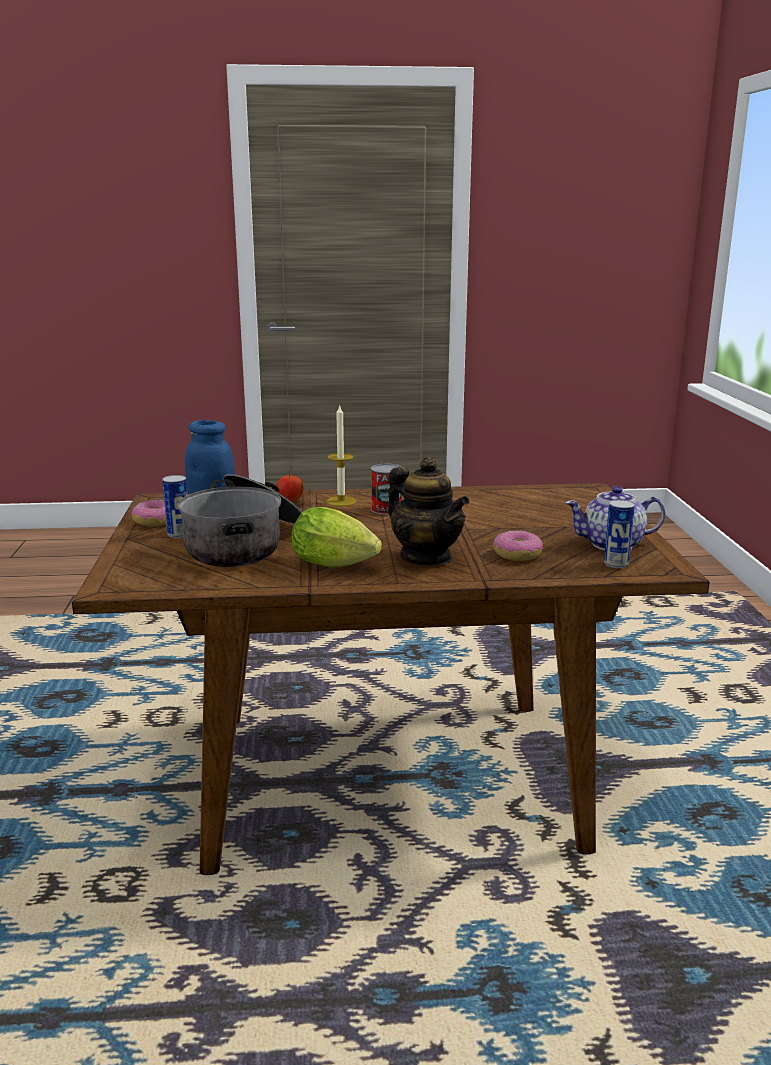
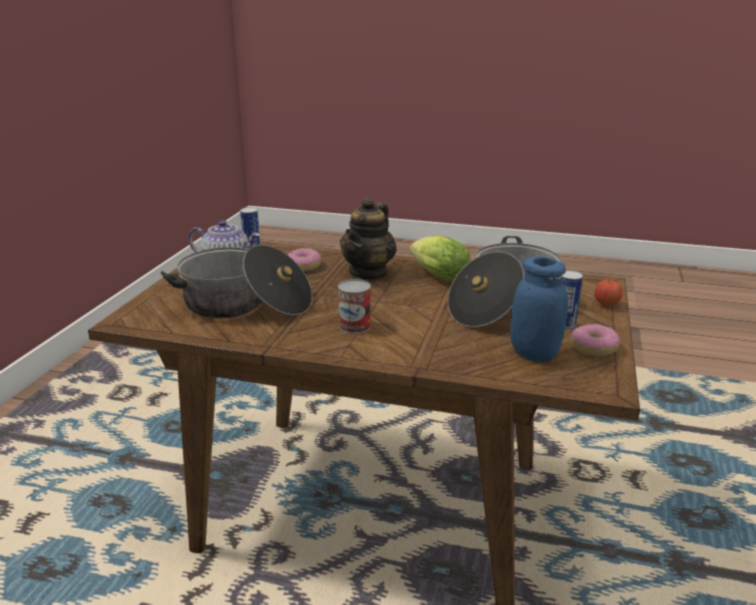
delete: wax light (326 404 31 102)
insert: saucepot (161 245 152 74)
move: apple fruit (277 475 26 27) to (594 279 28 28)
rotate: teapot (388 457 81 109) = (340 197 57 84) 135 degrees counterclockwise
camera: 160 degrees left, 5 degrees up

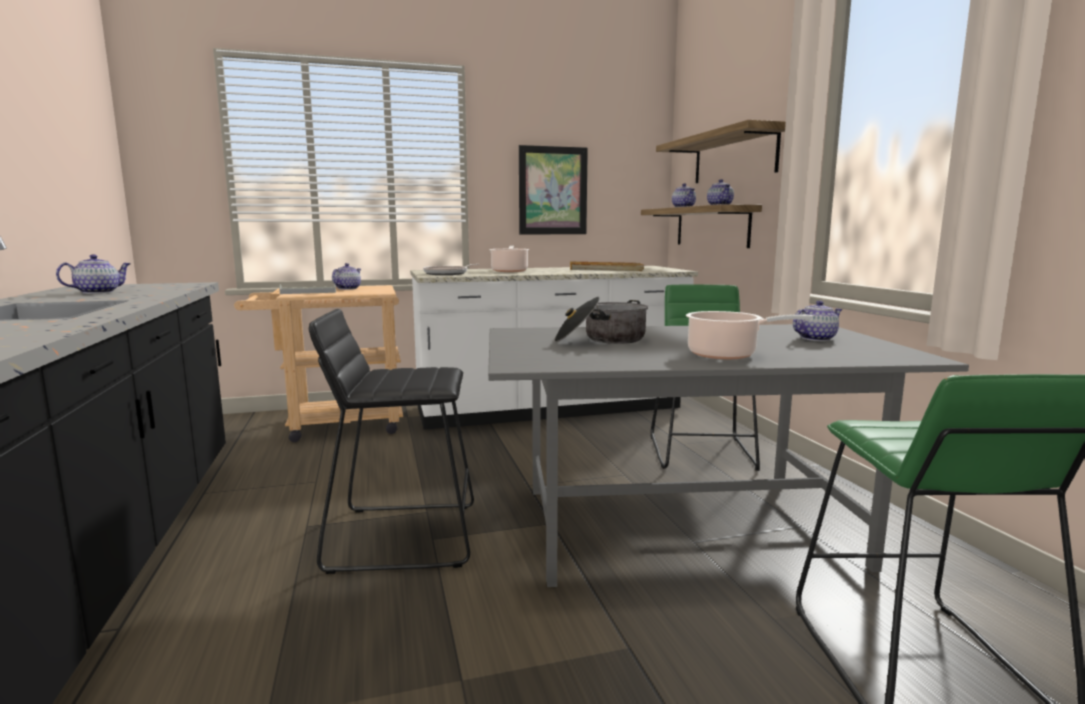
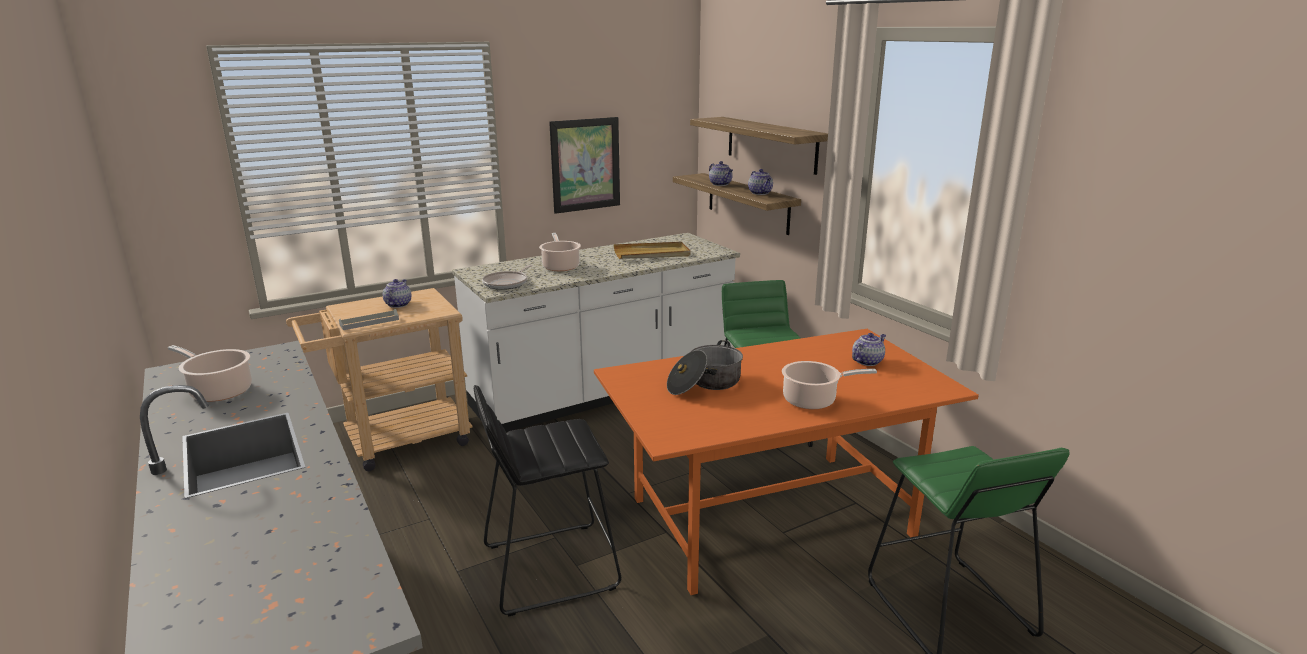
replace: teapot (56 254 75 40) to saucepot (168 345 84 57)
recolor: dining table (gray) (488 324 481 263) to dining table (orangey) (594 329 385 266)
camera: 15 degrees left, 10 degrees up

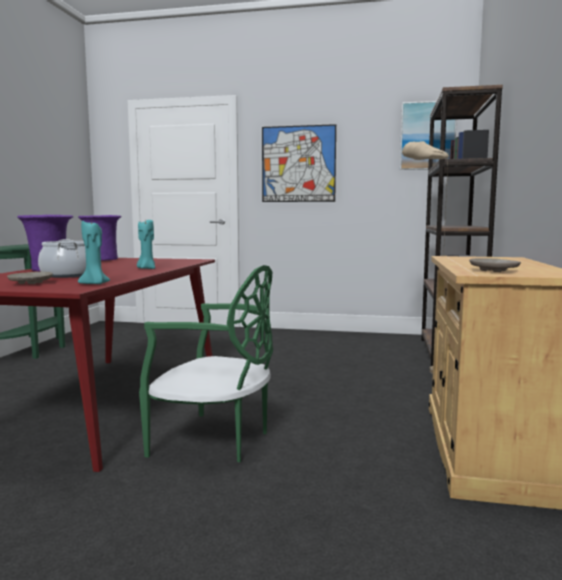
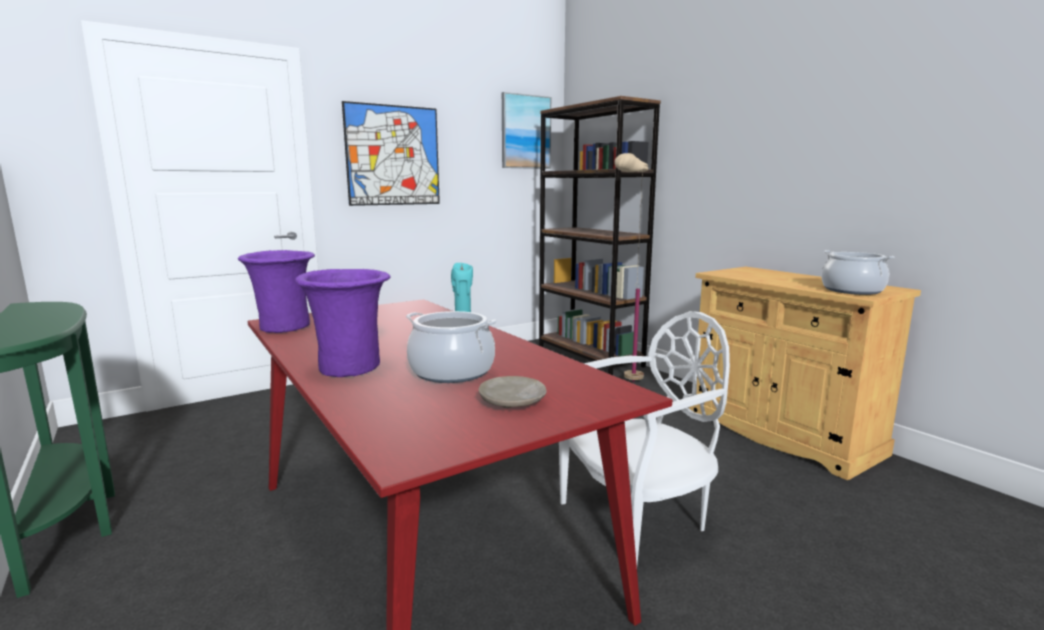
delete: wax light (turquoise-coloured) (78 218 32 66)
replace: flat dish (beige-coloured) (469 258 52 14) to saucepot (821 250 73 45)
recolor: chair (green) (139 265 134 197) to chair (white) (559 311 171 253)
camera: 45 degrees left, 5 degrees up

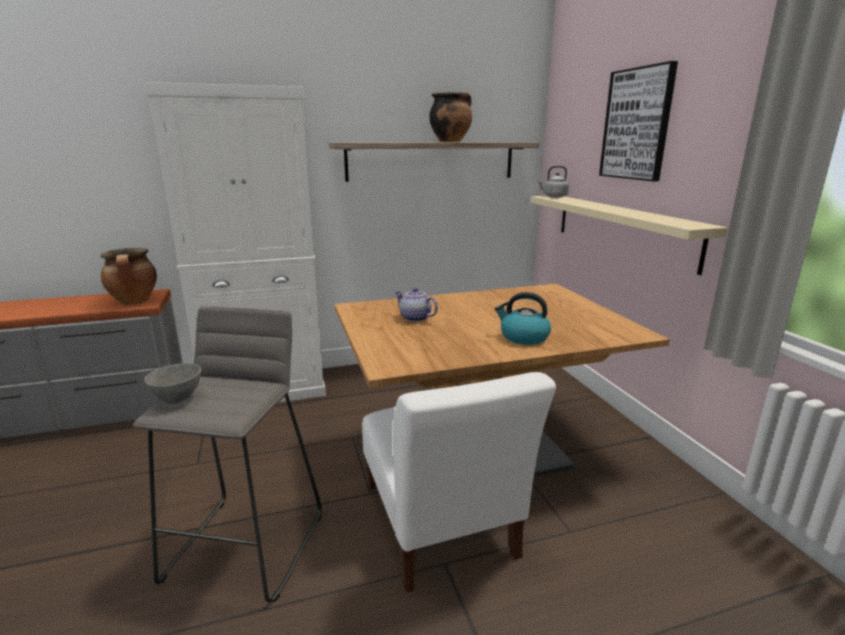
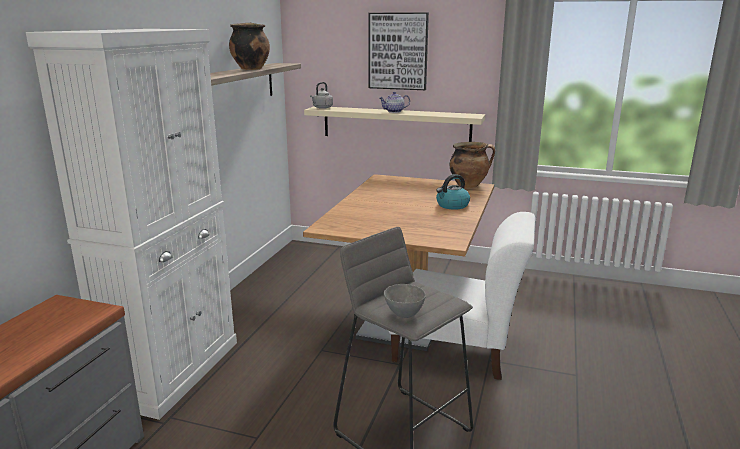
move: saucepot (101 248 56 57) to (450 142 45 46); teapot (395 288 43 34) to (379 92 31 21)
camera: 55 degrees left, 0 degrees up

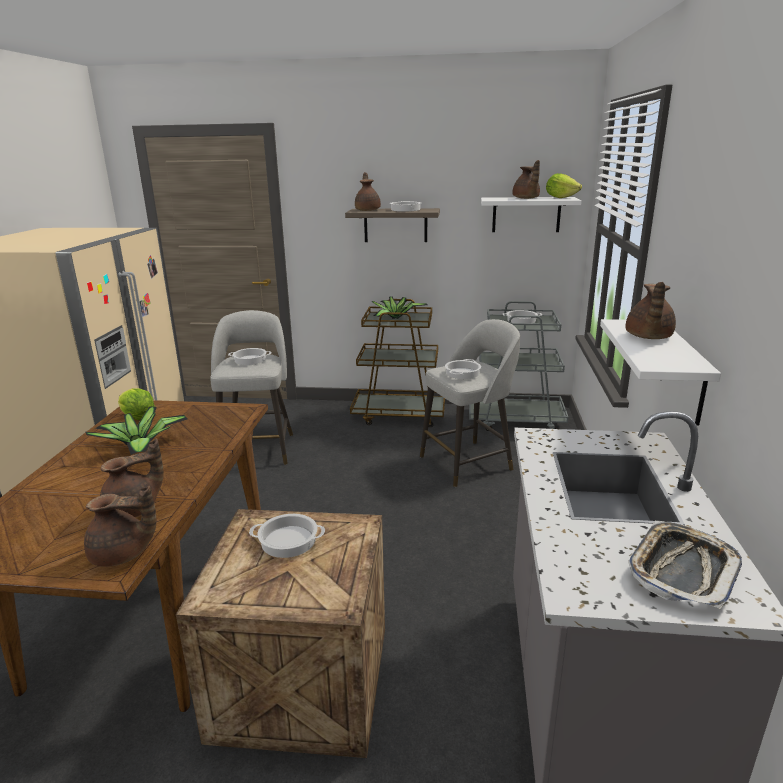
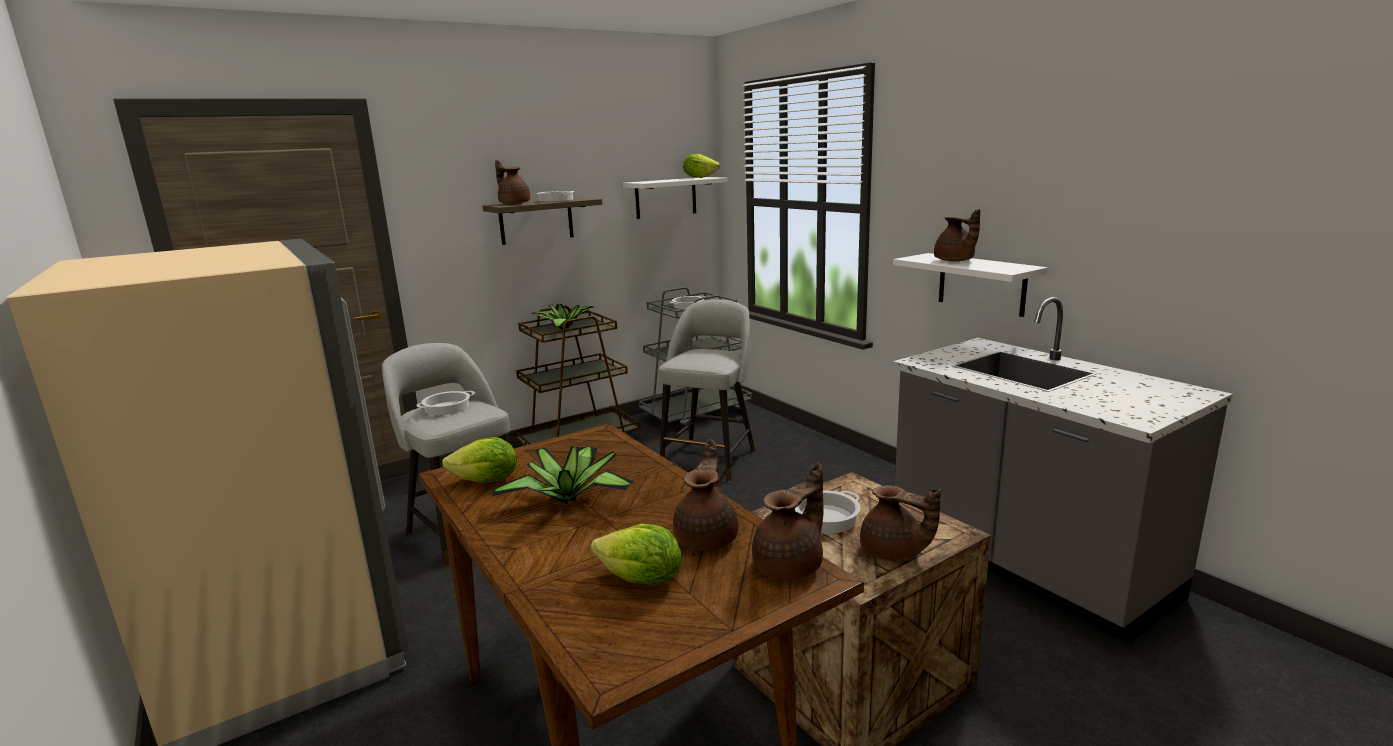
delete: saucepot (445 359 36 20); serving tray (629 521 113 88)
insert: lettuce (591 524 91 61)
move: teapot (brownish) (513 160 27 39) to (860 485 81 76)
camera: 40 degrees left, 5 degrees down

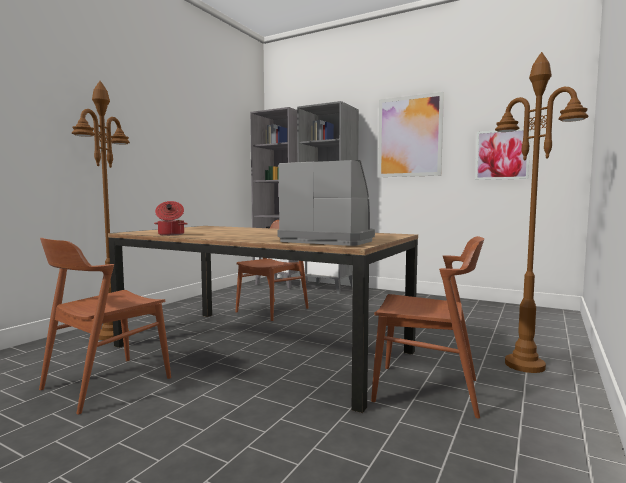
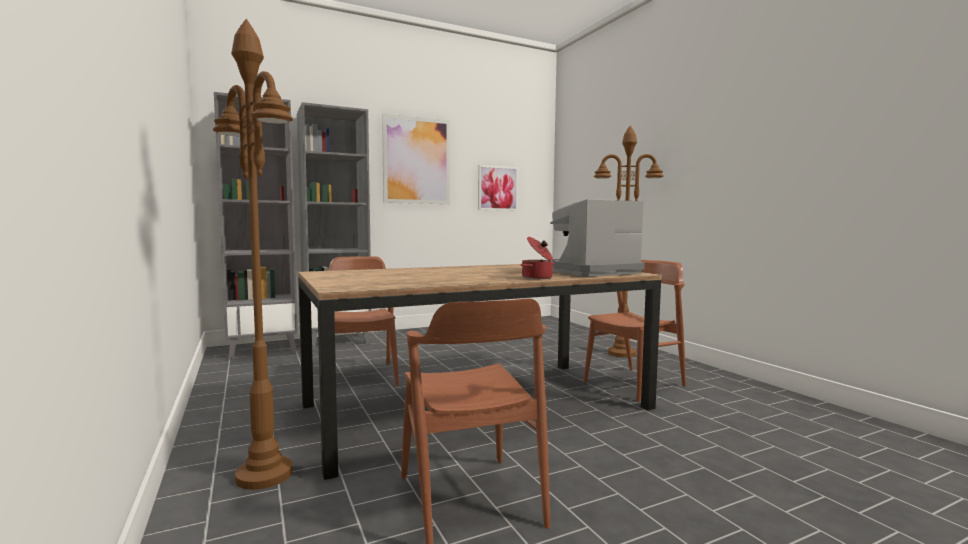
move: saucepot (154 201 34 35) to (521 237 33 42)
camera: 55 degrees left, 0 degrees up

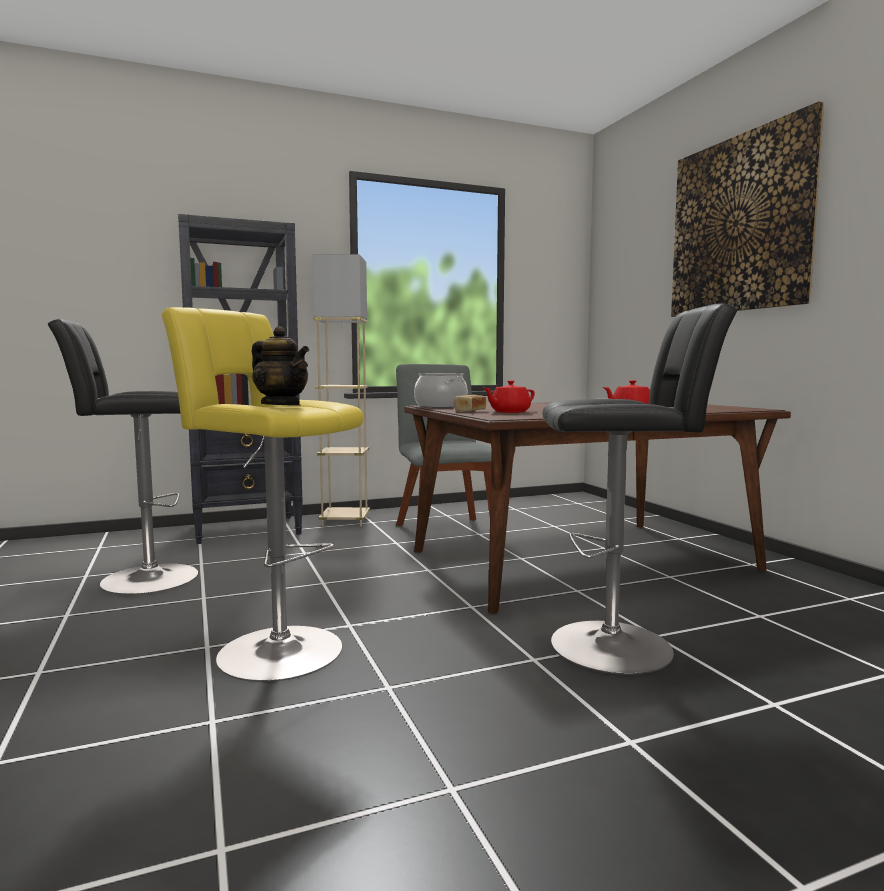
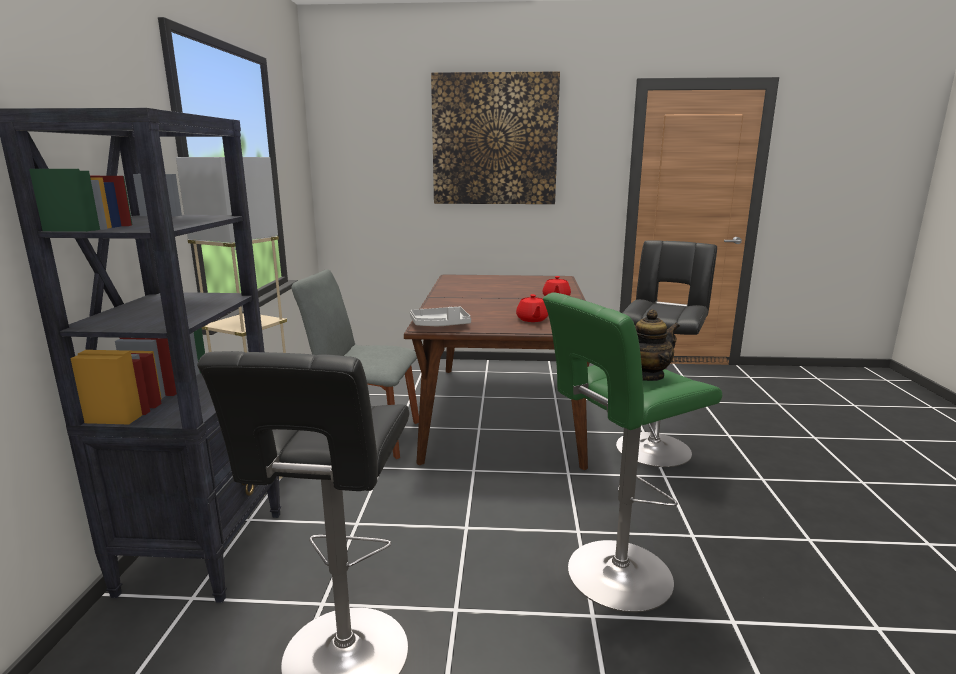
delete: baked bread (454 395 32 17)
replace: saucepot (414 373 54 35) to serving tray (gray) (410 306 61 20)
recolor: stool (yellow-coloured) (161 307 203 375) to stool (green) (543 292 179 320)
camera: 65 degrees left, 10 degrees up

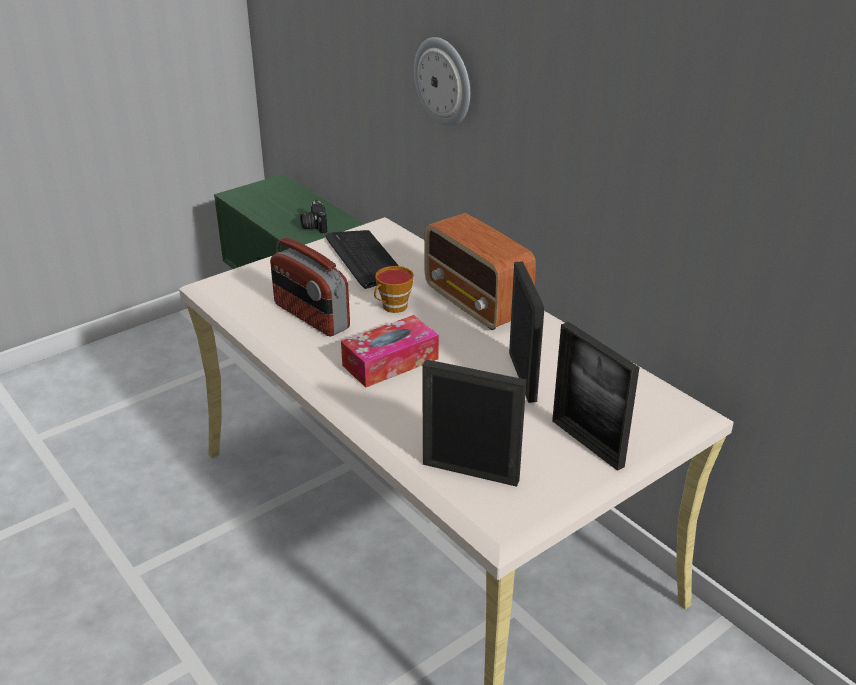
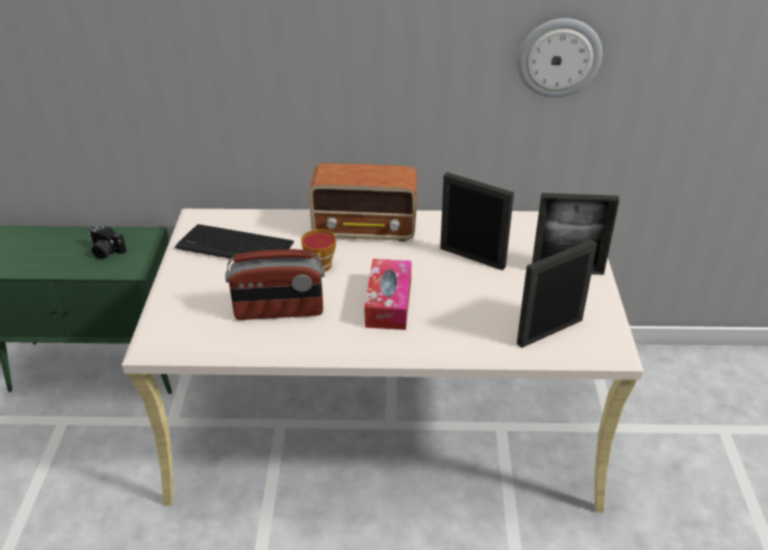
move: clock on the wall (414 37 56 89) to (517 18 85 80)
camera: 50 degrees left, 5 degrees up

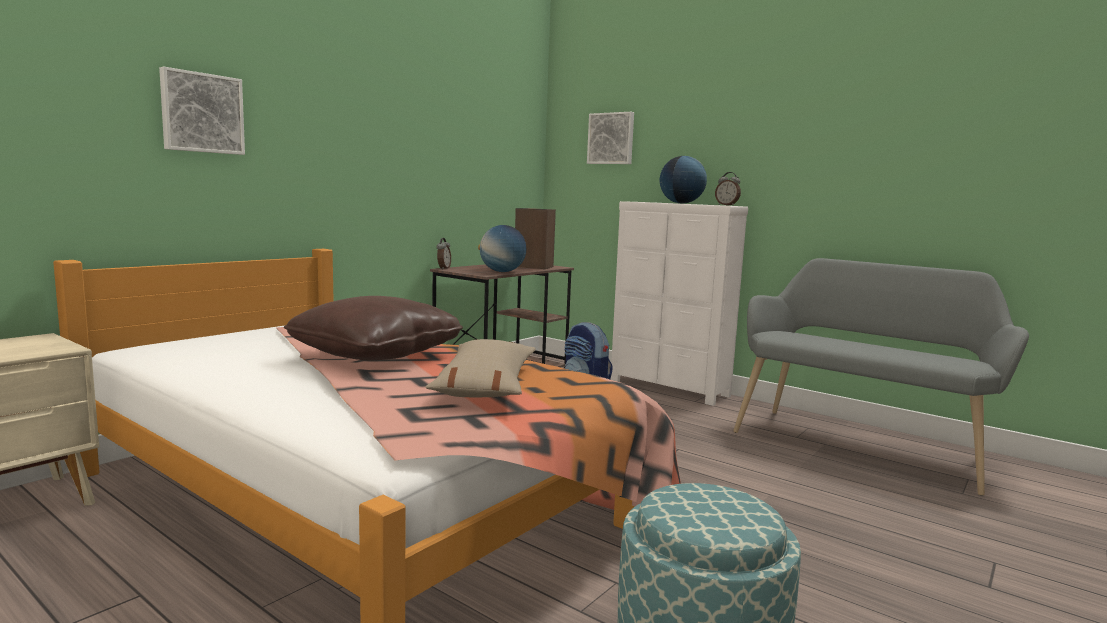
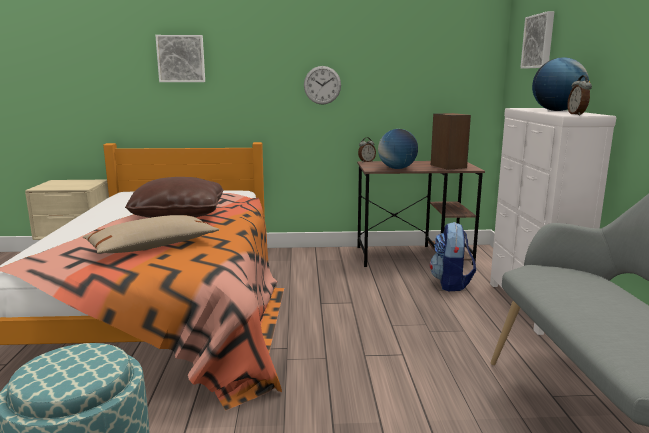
insert: clock on the wall (304 66 37 39)
camera: 50 degrees right, 5 degrees up

